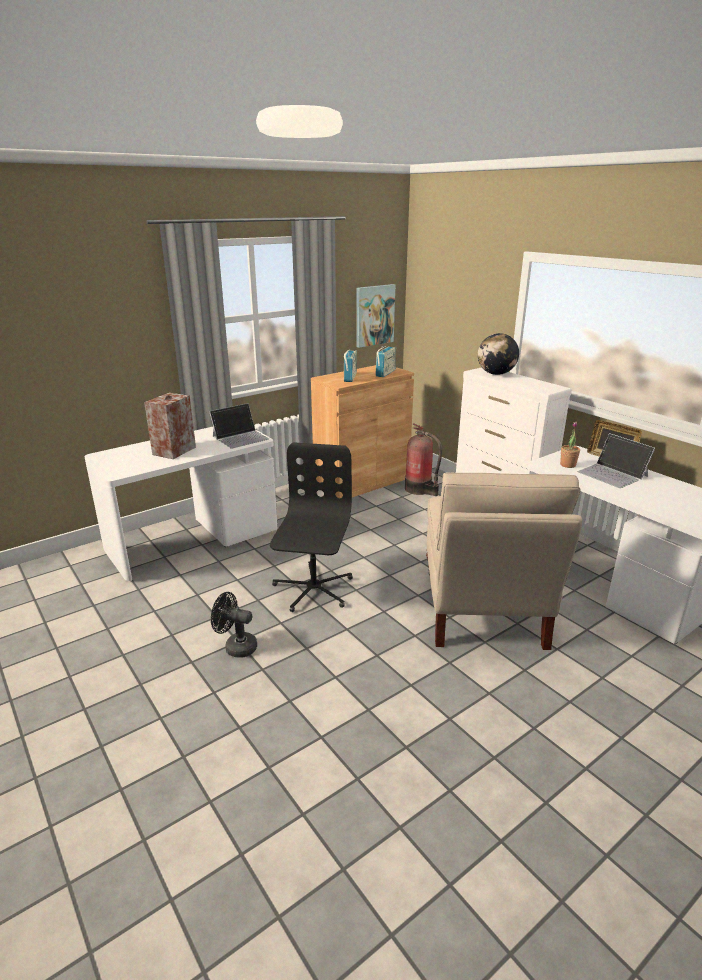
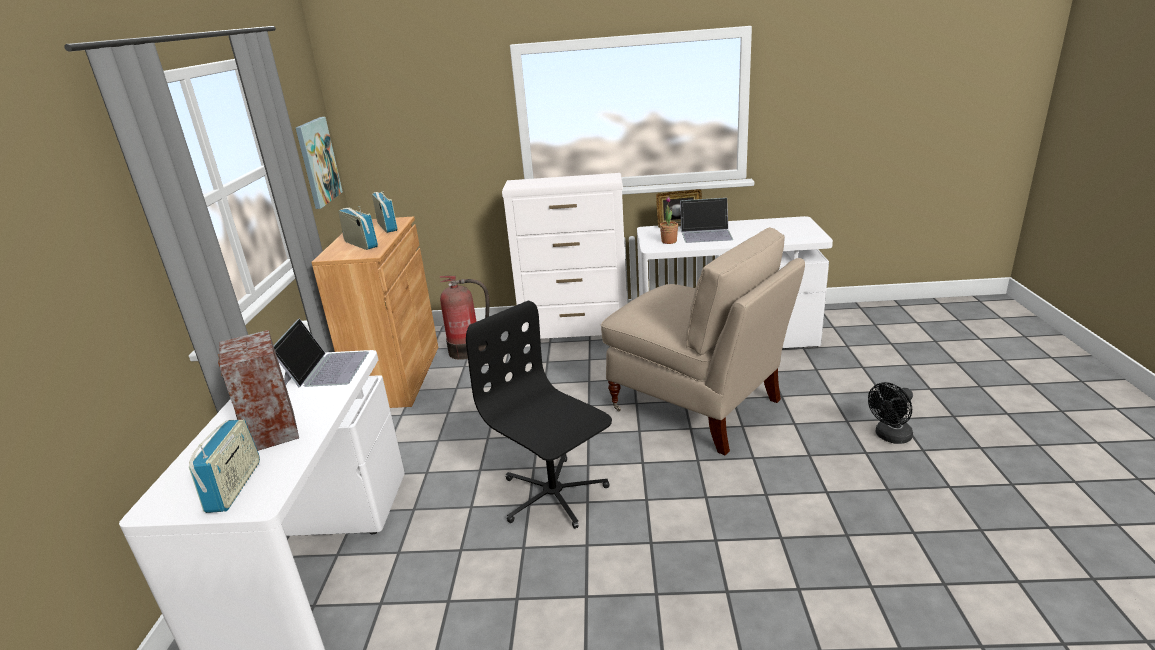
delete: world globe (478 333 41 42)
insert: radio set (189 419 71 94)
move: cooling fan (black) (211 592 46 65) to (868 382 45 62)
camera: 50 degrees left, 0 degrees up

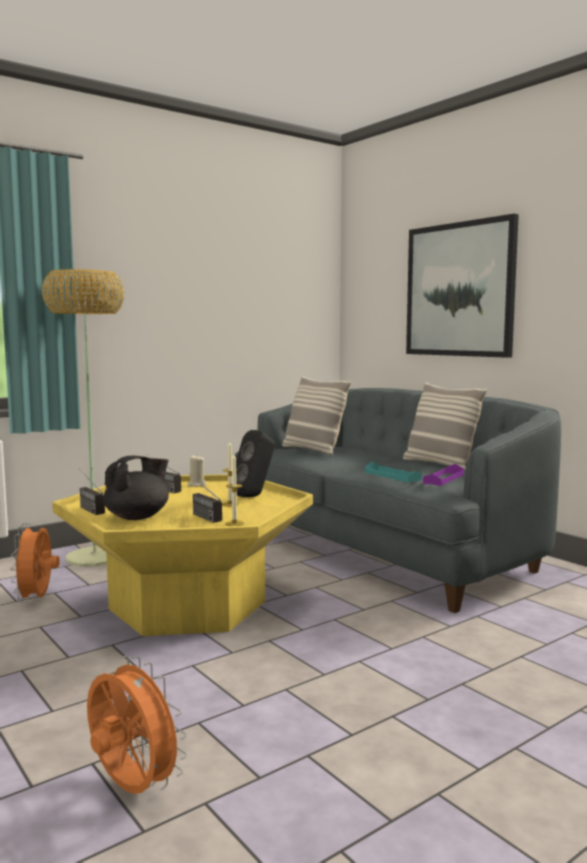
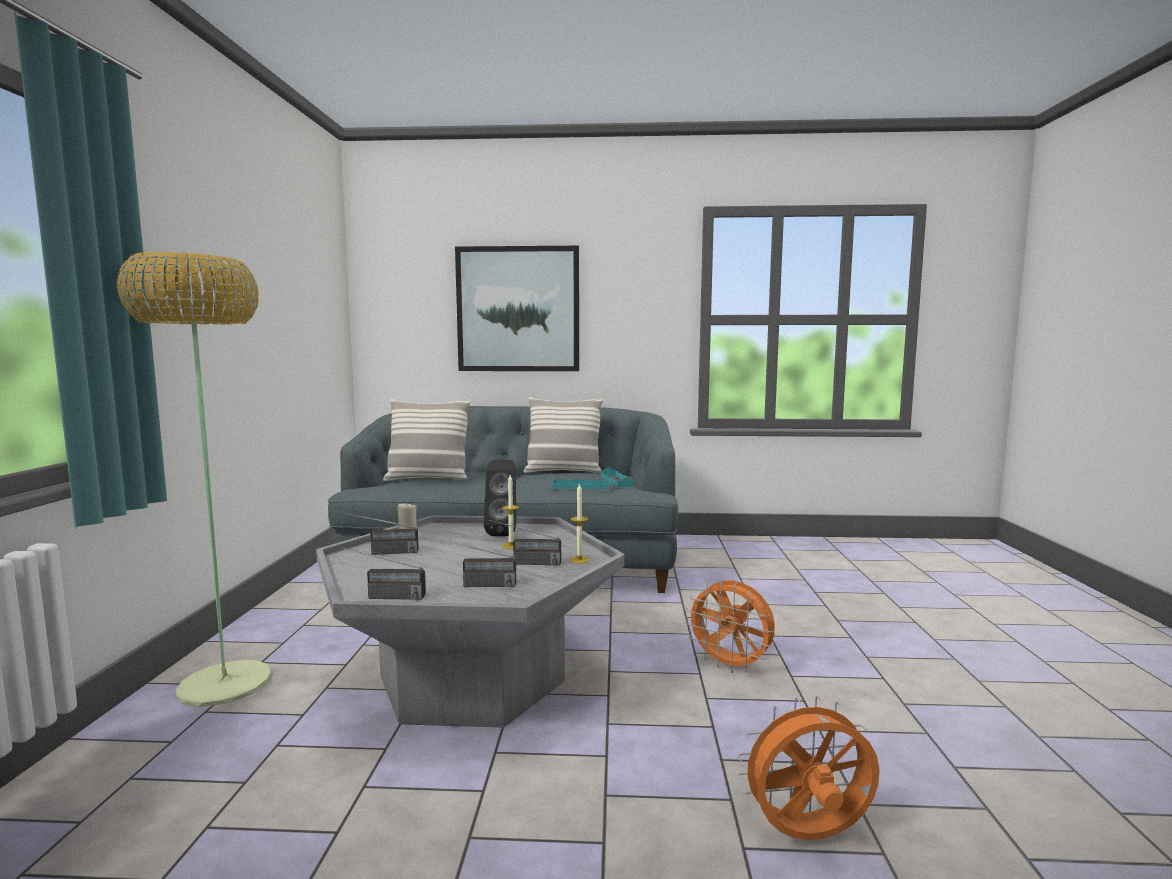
move: cooling fan (orangey) (10 523 50 80) to (685 580 90 93)
replace: teapot (black) (103 456 66 64) to radio set (436 538 80 49)
recolor: serving tray (purplish) (423 464 41 22) to serving tray (turquoise-coloured) (601 467 33 21); low table (yellow-coloured) (52 474 261 162) to low table (gray) (316 515 309 212)
camera: 50 degrees left, 0 degrees up

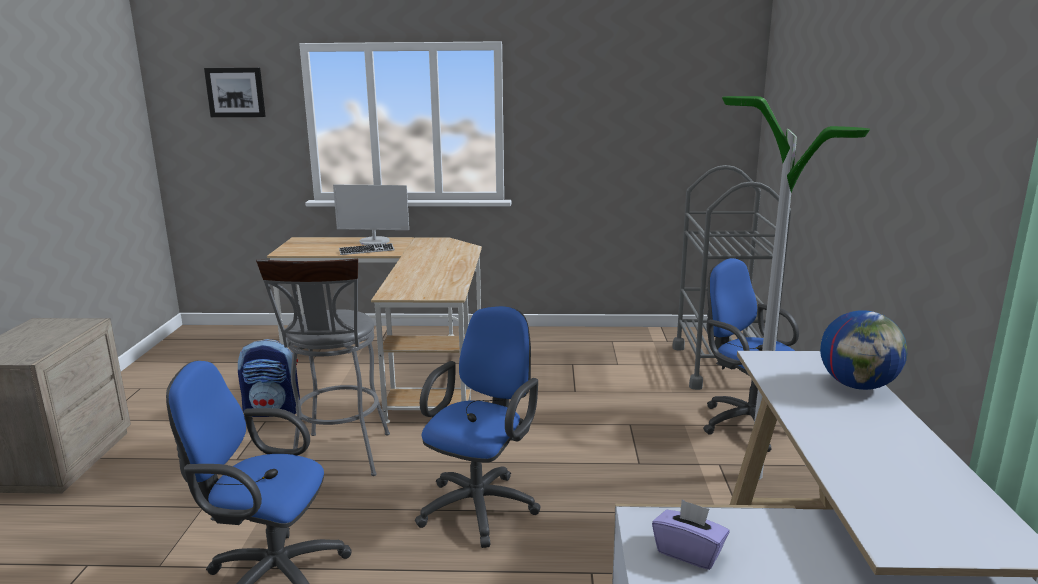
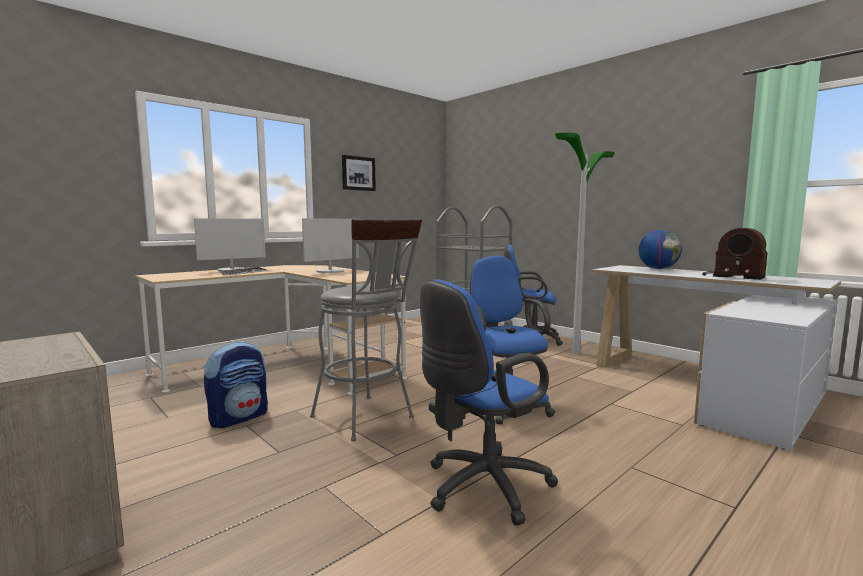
delete: tissue box (purplish) (652 499 78 71)
insert: computer display (302 218 57 55); radio set (702 228 66 52)
move: wall art (204 68 62 49) to (342 155 34 36)
camera: 45 degrees left, 10 degrees down

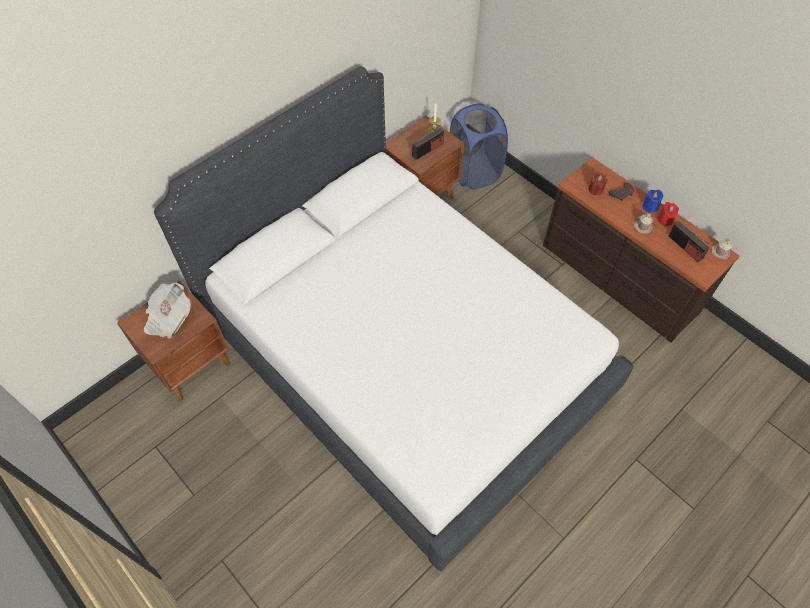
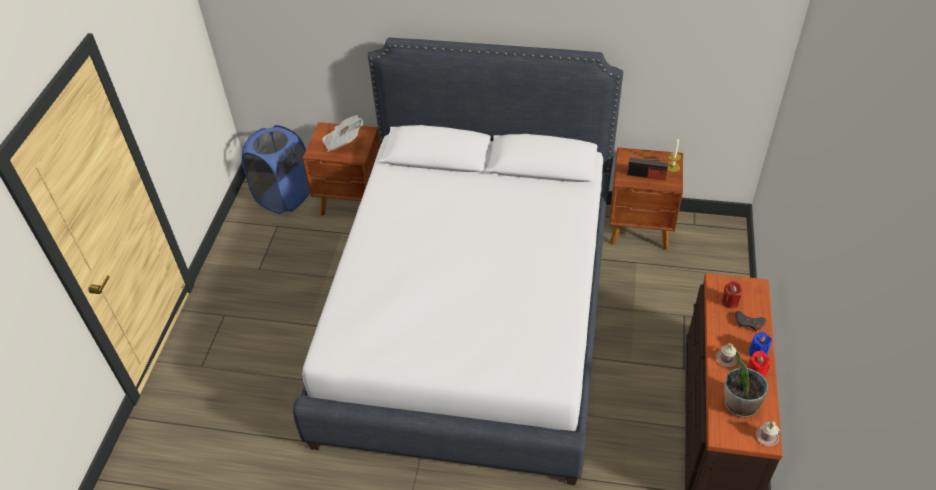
move: hamper (blue) (450 103 58 87) to (242 125 68 89)
replace: radio set (668 221 43 41) to potted plant (724 351 44 67)
camera: 55 degrees right, 10 degrees down

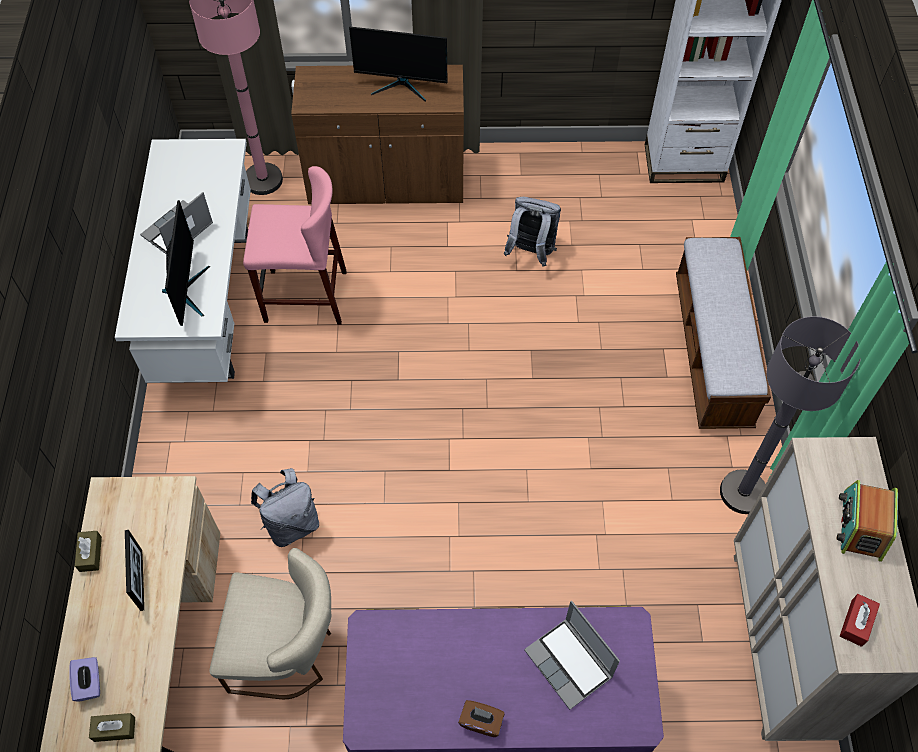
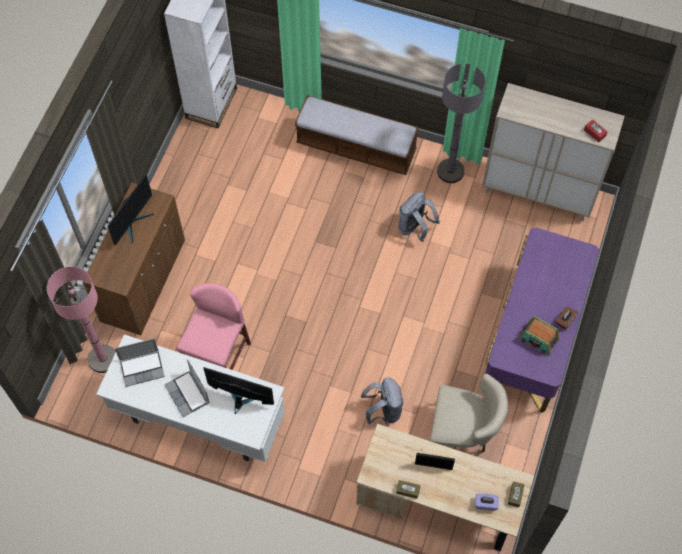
move: rucksack (gray) (504 197 57 70) to (398 192 42 50); radio set (837 480 61 82) to (518 316 41 39); portable computer (524 601 96 109) to (115 339 50 48)
rotate: chair (beige-coloured) (209 548 122 151) = (430 374 78 82) 75 degrees clockwise
camera: 70 degrees left, 5 degrees up

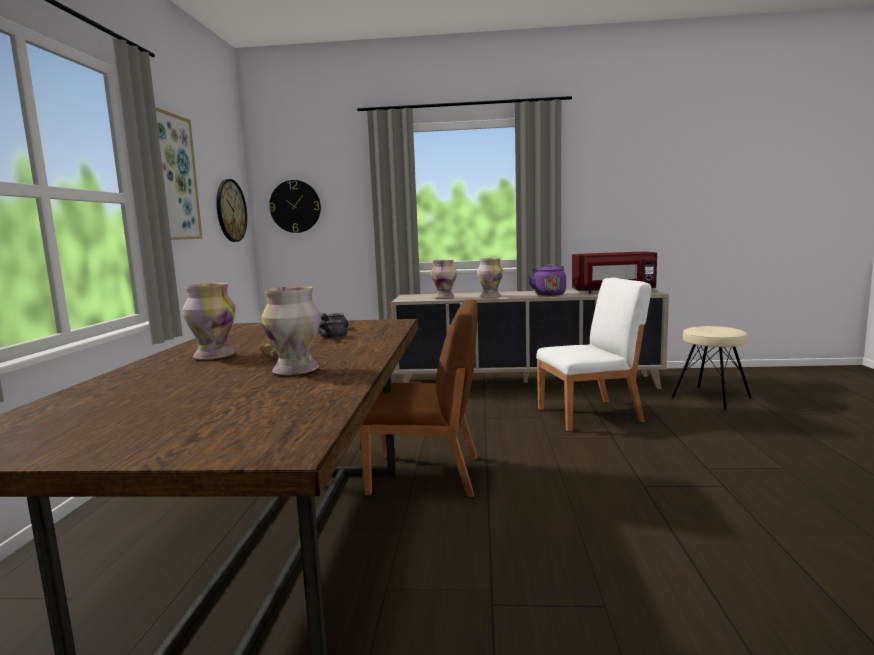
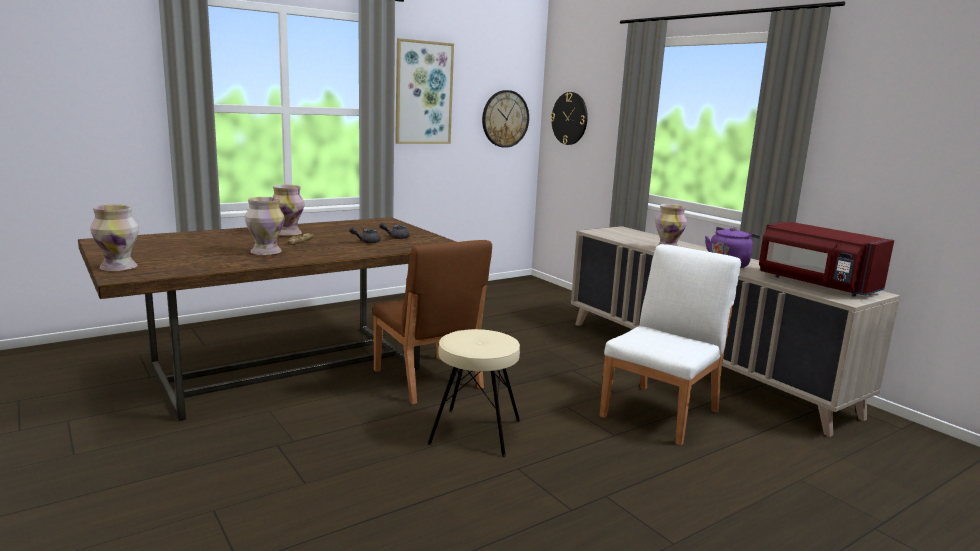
move: flower vase (431 259 26 40) to (90 204 49 67); stool (beige-coloured) (671 326 81 85) to (427 329 93 128)
rotate: chair (white) (536 278 115 153) = (600 244 141 202) 90 degrees counterclockwise
camera: 50 degrees right, 5 degrees up

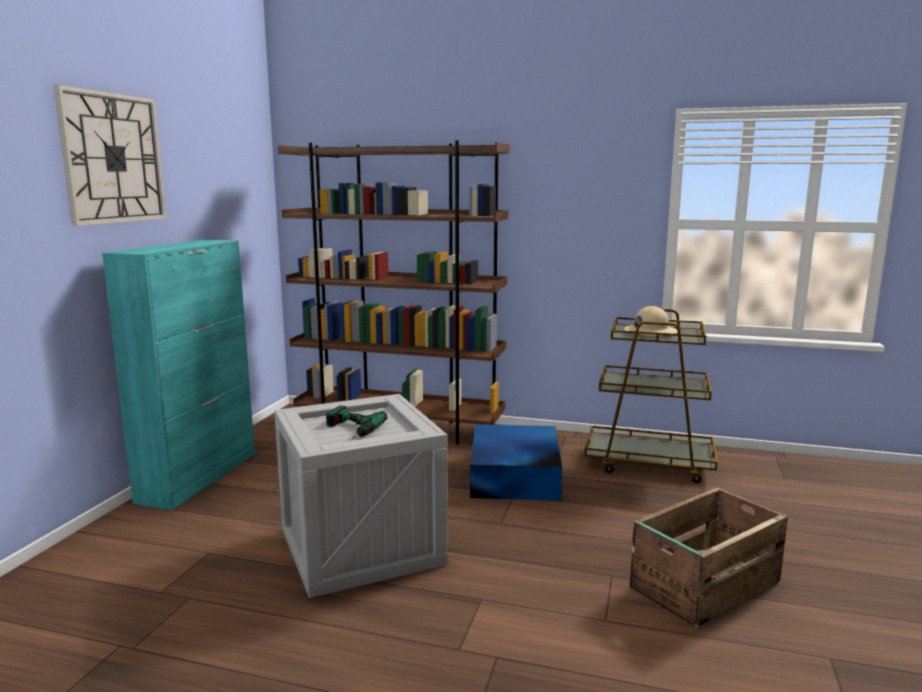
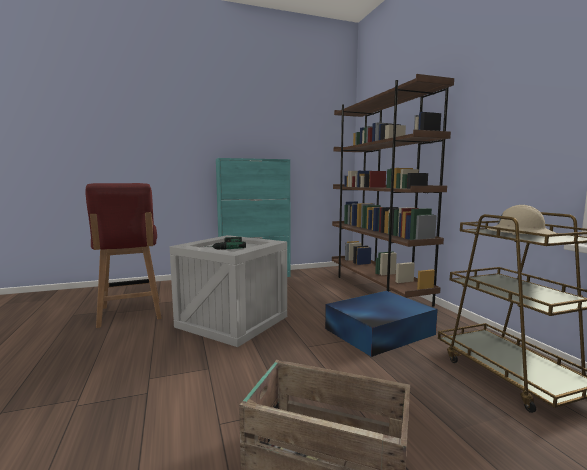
delete: clock on the wall (53 85 114 141)
insert: chair (red) (85 183 77 145)
camera: 55 degrees right, 5 degrees down

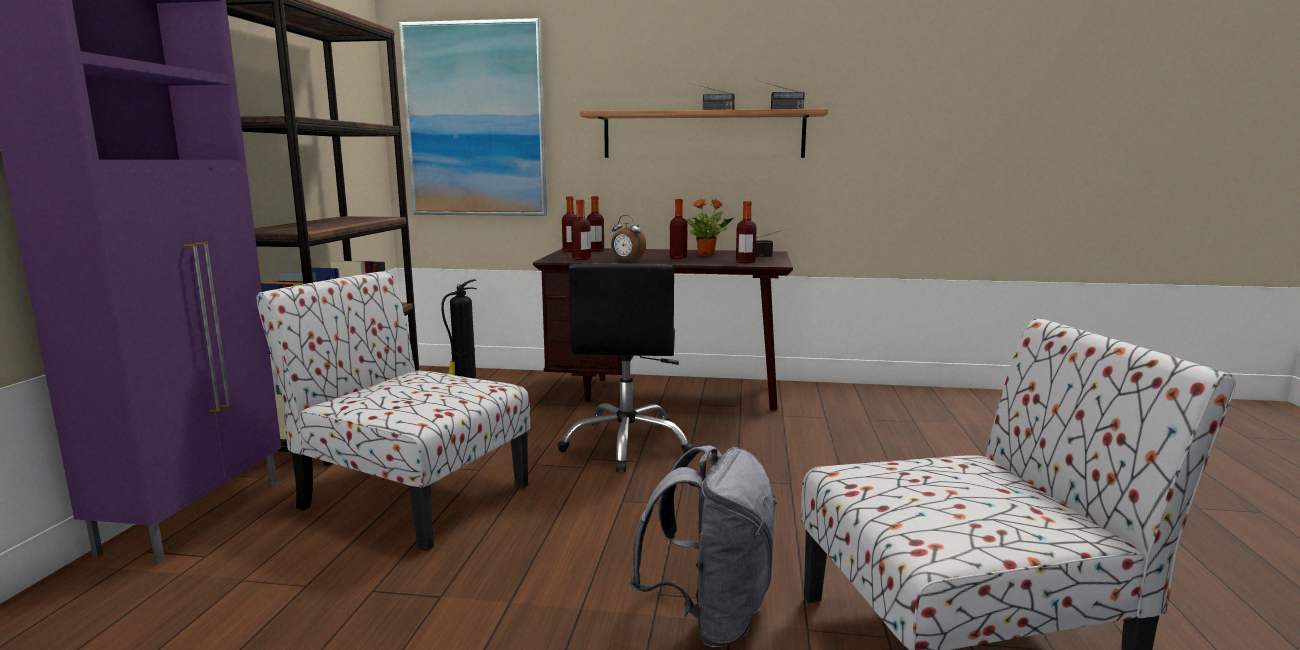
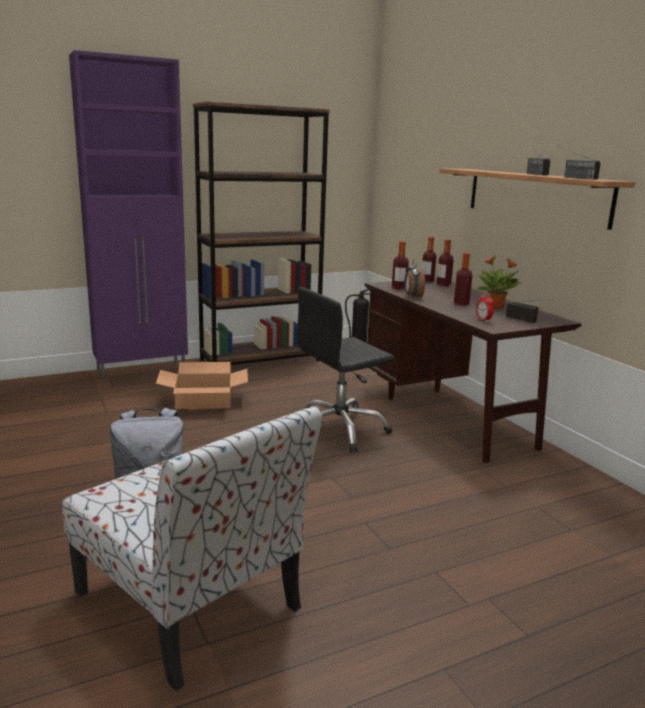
delete: wall art (399 18 148 198)
replace: bottle (736 201 21 62) to bedside clock (476 293 18 29); chair (256 270 274 281) to cardboard box (156 362 92 47)
camera: 55 degrees right, 5 degrees up

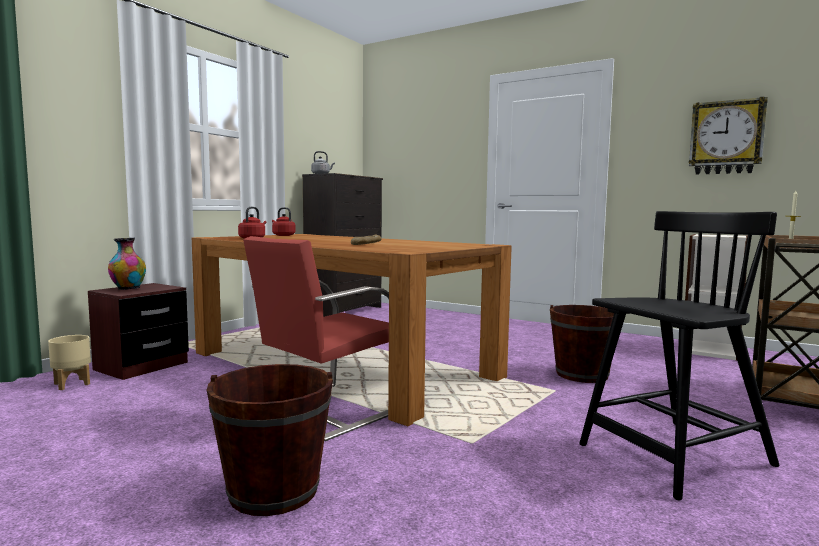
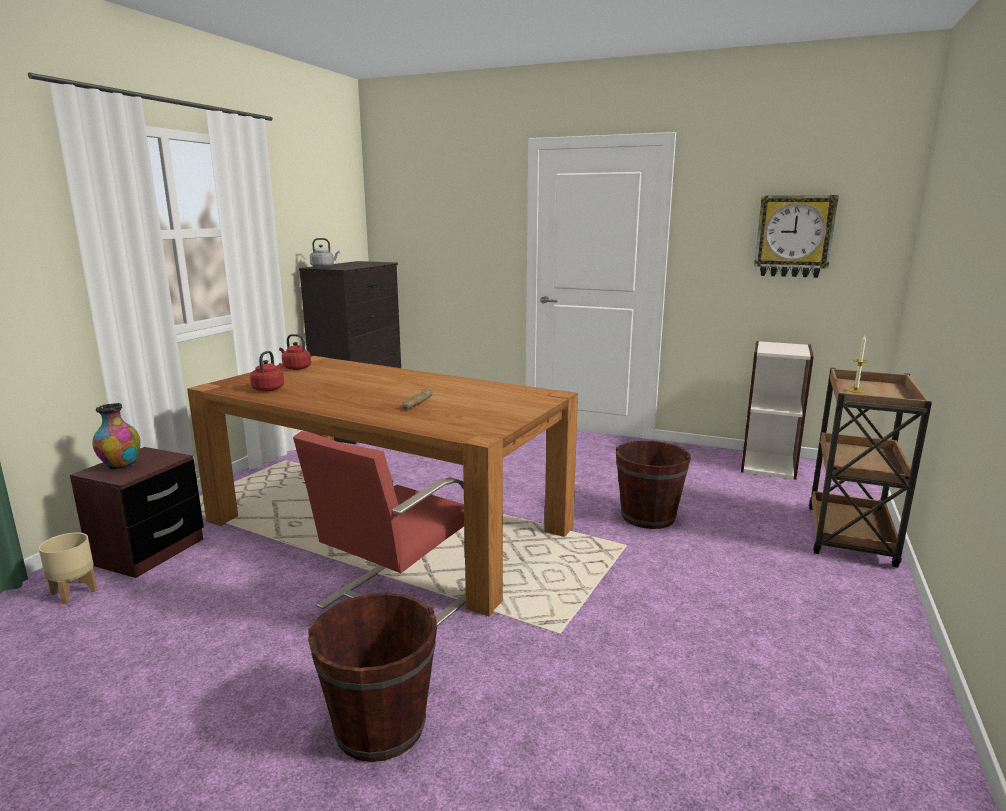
delete: chair (black) (579 211 201 289)
camera: 10 degrees left, 10 degrees up

